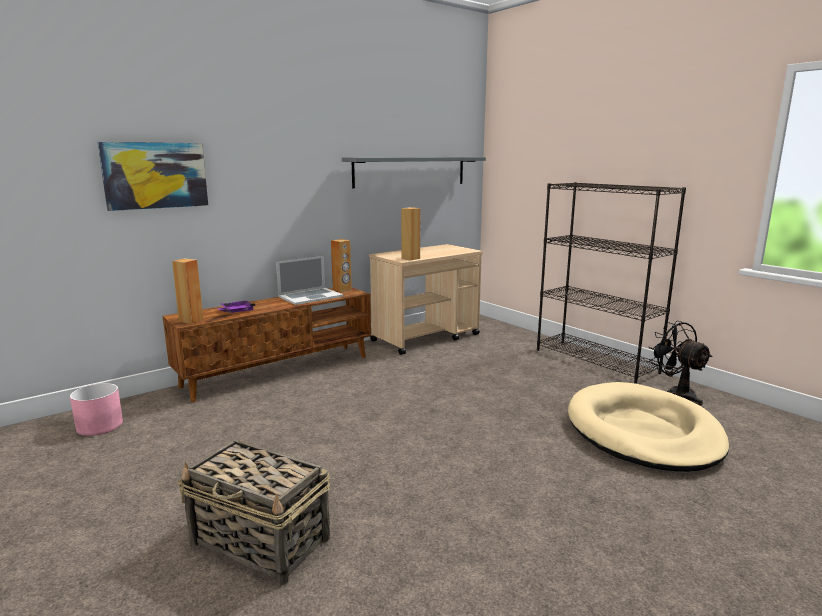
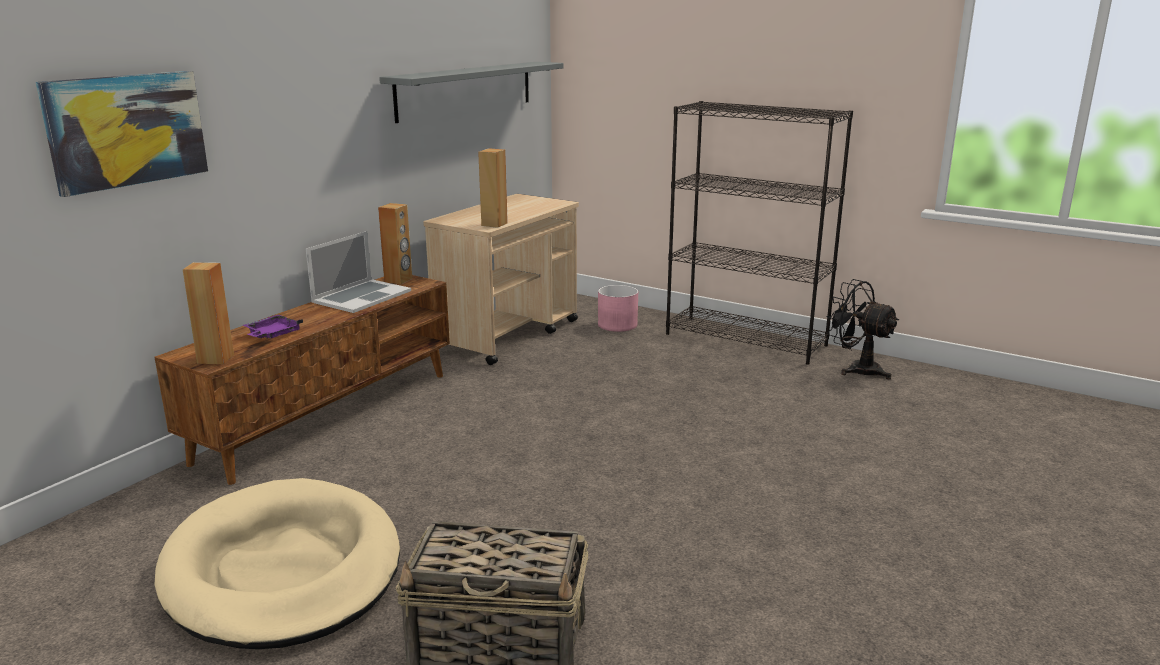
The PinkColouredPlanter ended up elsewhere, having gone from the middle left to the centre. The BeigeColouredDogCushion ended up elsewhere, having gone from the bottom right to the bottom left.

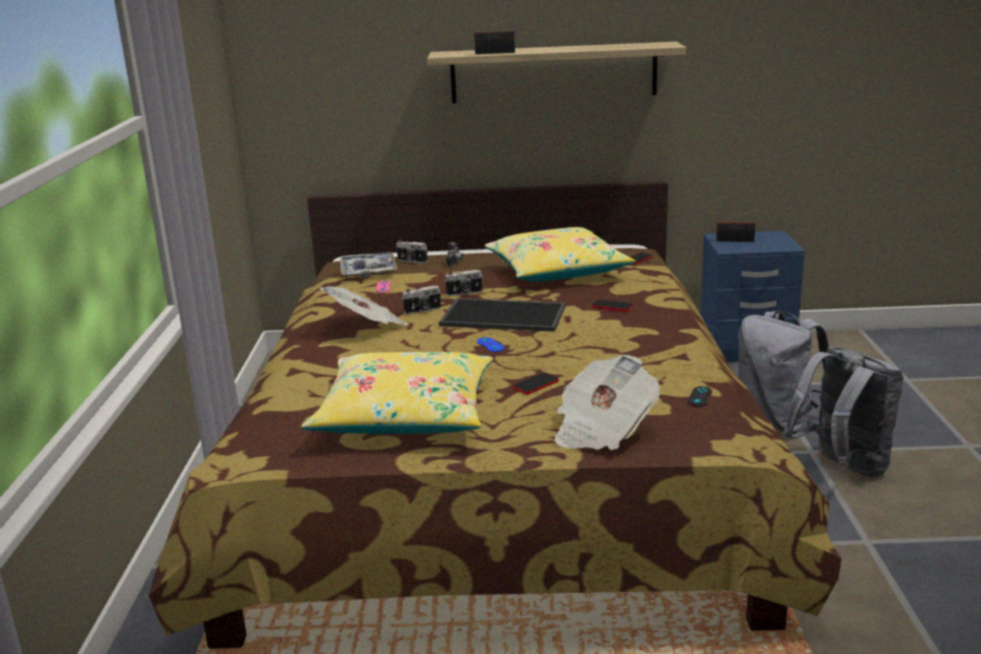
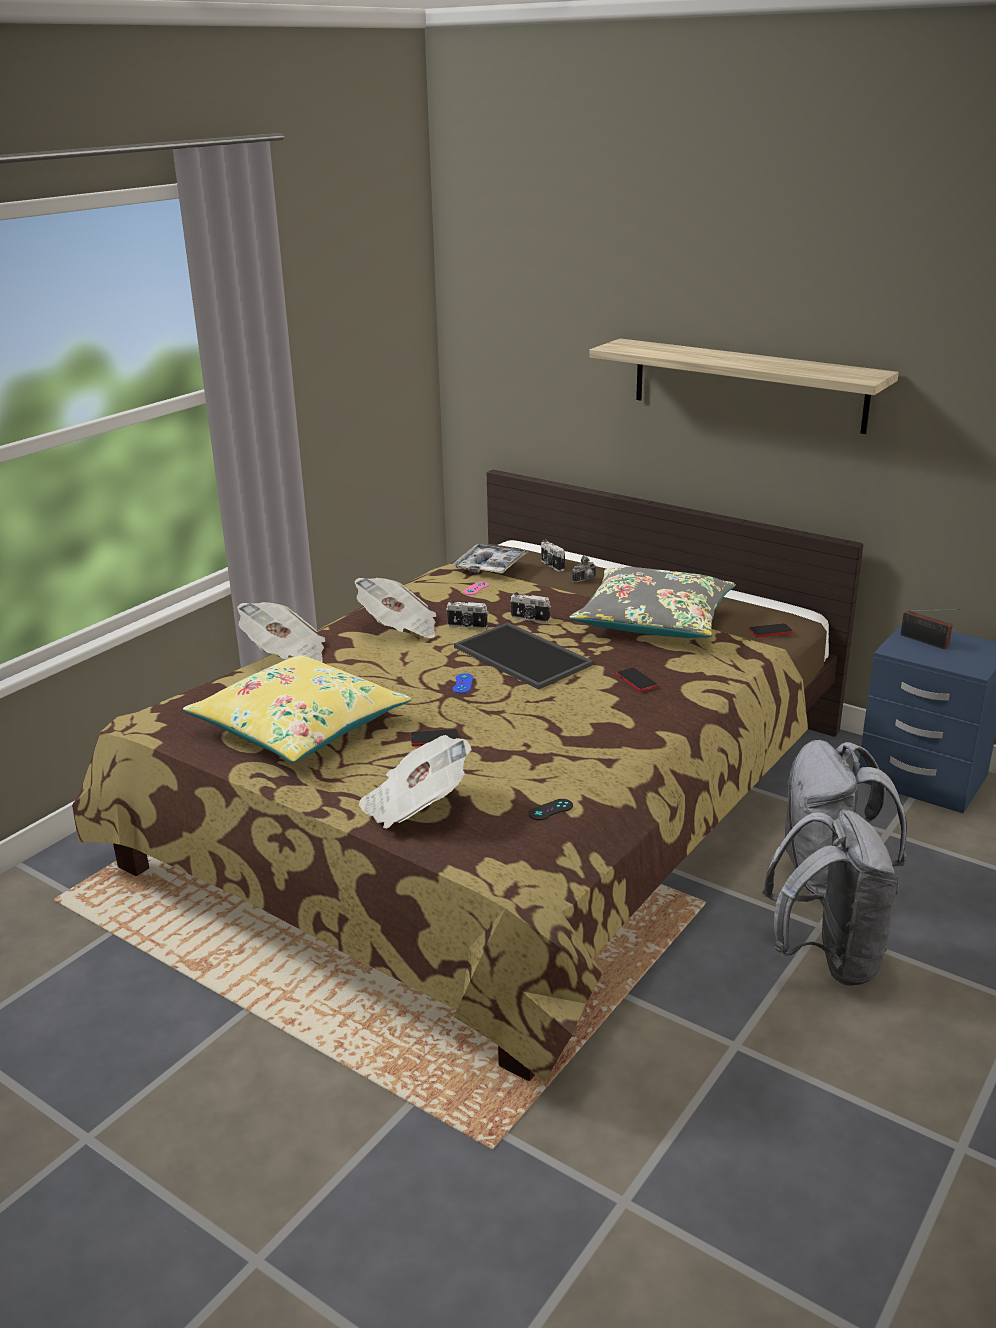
The second view lost the RadioSet (no. 1 from left) at the top centre. What was the YellowPillow (no. 2 from left) at the centre turned into the GrayPillow at the centre. The second view gained the Newspaper (no. 1 from left) at the middle left.

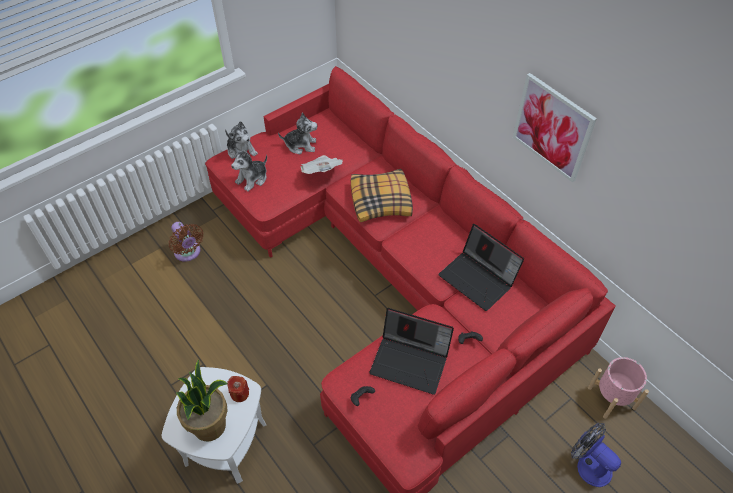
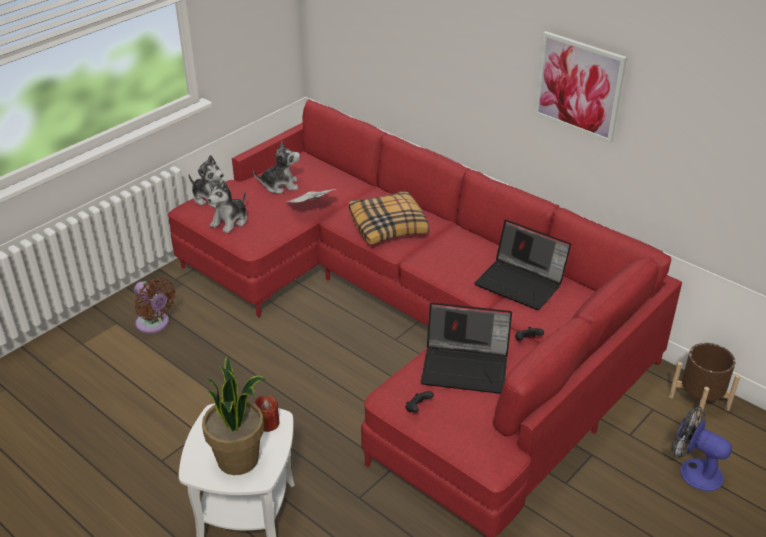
What was the PinkColouredPlanter at the bottom right turned into the BrownColouredPlanter at the bottom right.

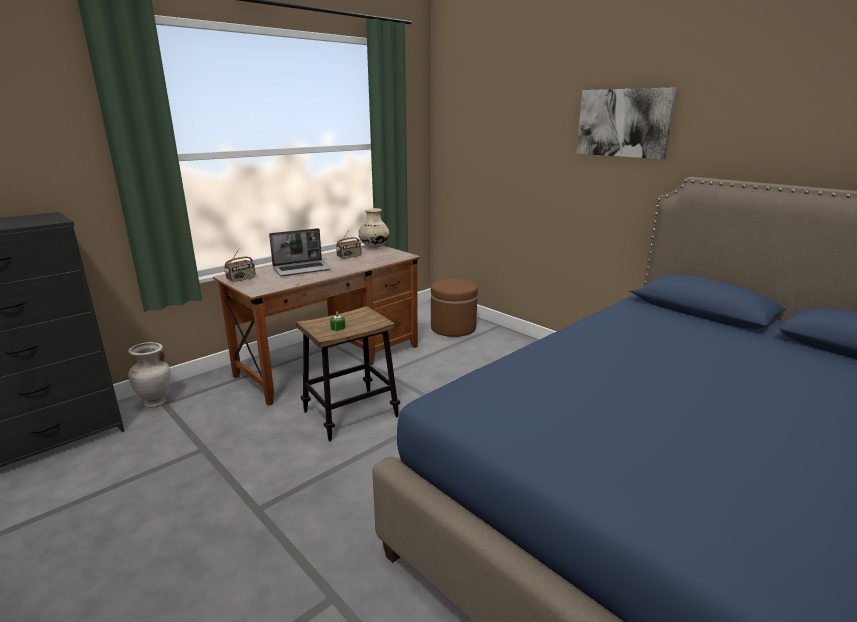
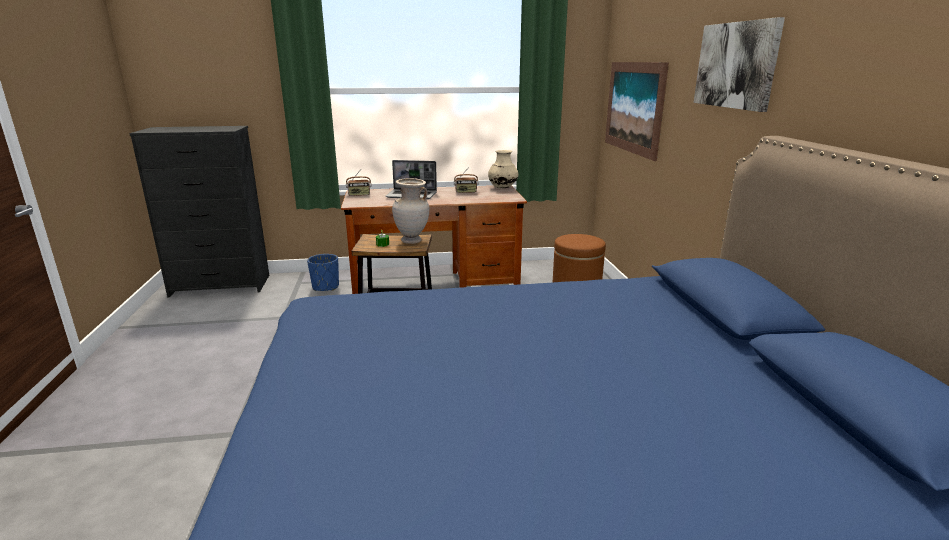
The BeigeColouredDecorativeVase (no. 1 from left) ended up elsewhere, having gone from the middle left to the centre. The second view gained the BluePlanter at the centre. The second view gained the WallArt (no. 1 from left) at the top right.

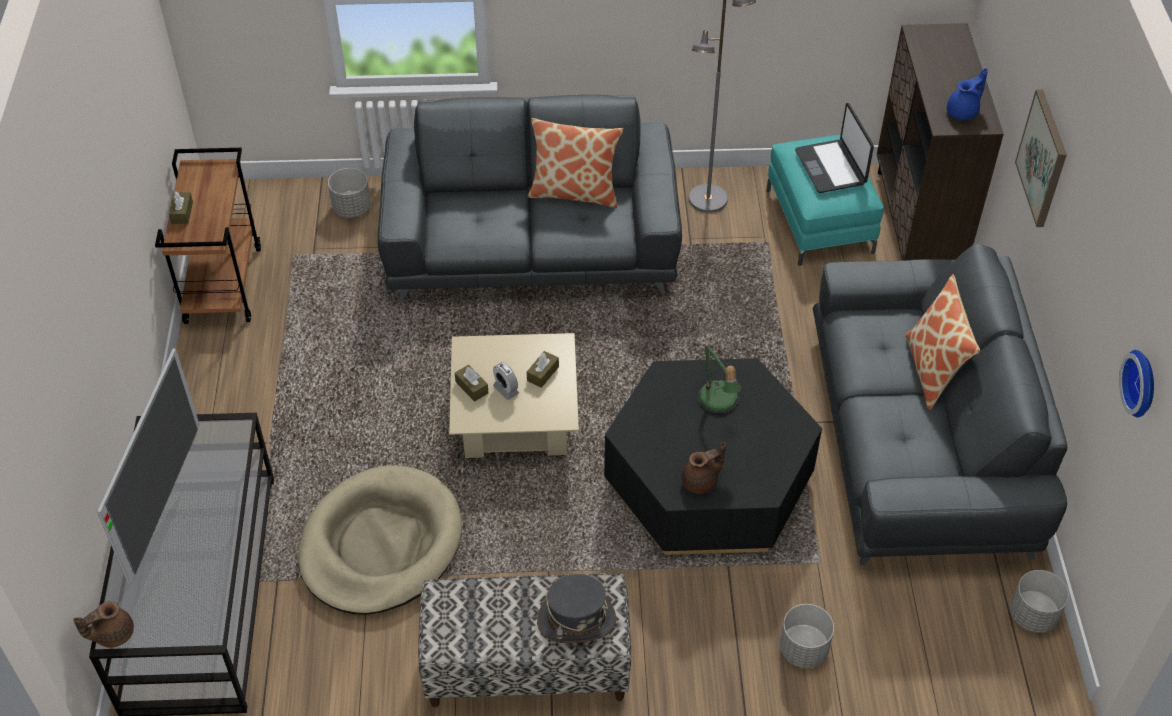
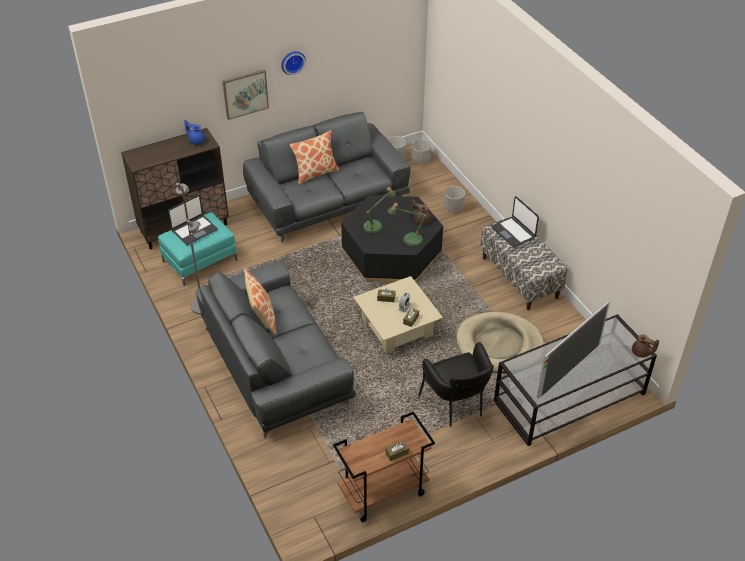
The Tv at the middle left ended up facing another way, 150 degrees clockwise from before. The GrayPlanter (no. 1 from left in the first image) ended up elsewhere, having gone from the top left to the top centre. Where the GrayHat stood at the bottom centre, the Laptop (no. 2 from left) came to stand at the middle right. The WallClock ended up elsewhere, having gone from the middle right to the top centre. The second view gained the TabletopLamp (no. 2 from left) at the centre. The second view gained the BlackLoungeChair at the bottom centre.

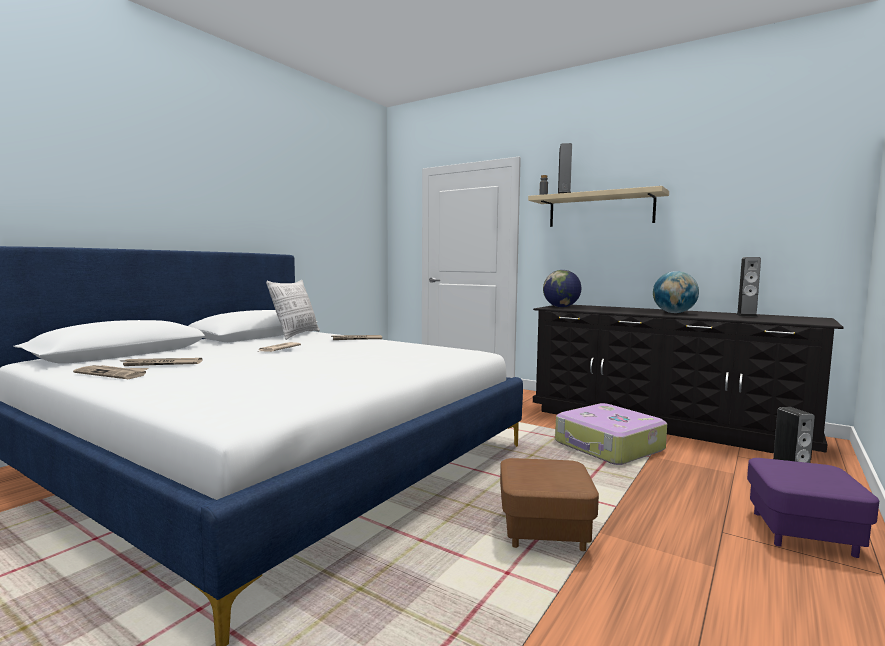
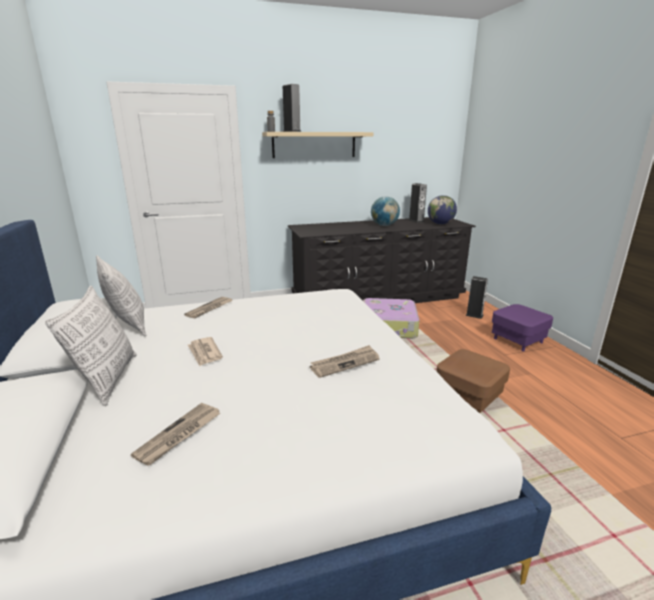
The Newspaper (no. 1 from left in the first image) ended up elsewhere, having gone from the middle left to the centre. The Globe (no. 1 from left in the first image) ended up elsewhere, having gone from the centre to the middle right. The second view gained the Pillow (no. 1 from left) at the middle left.

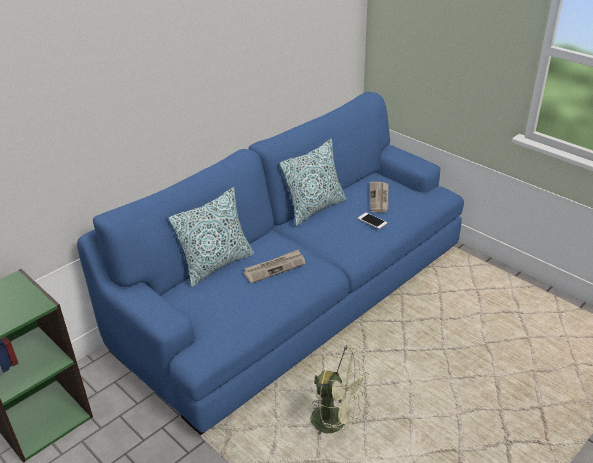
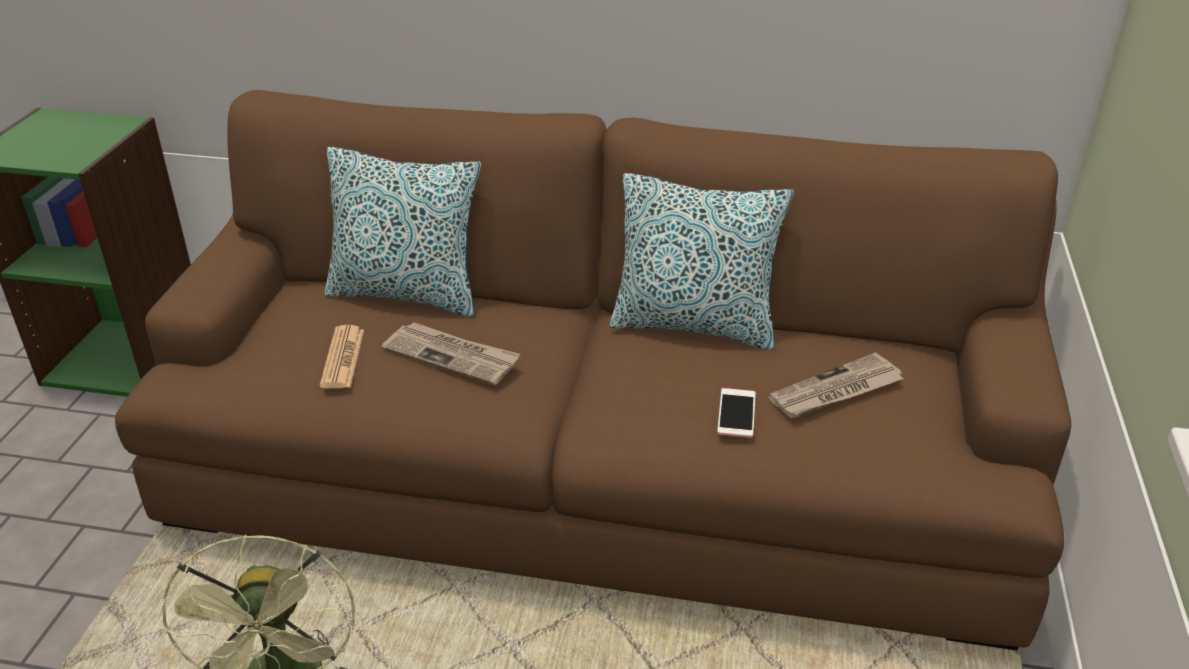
What was the BlueCouch at the centre turned into the BrownColouredCouch at the centre. The second view gained the Newspaper (no. 1 from left) at the middle left.

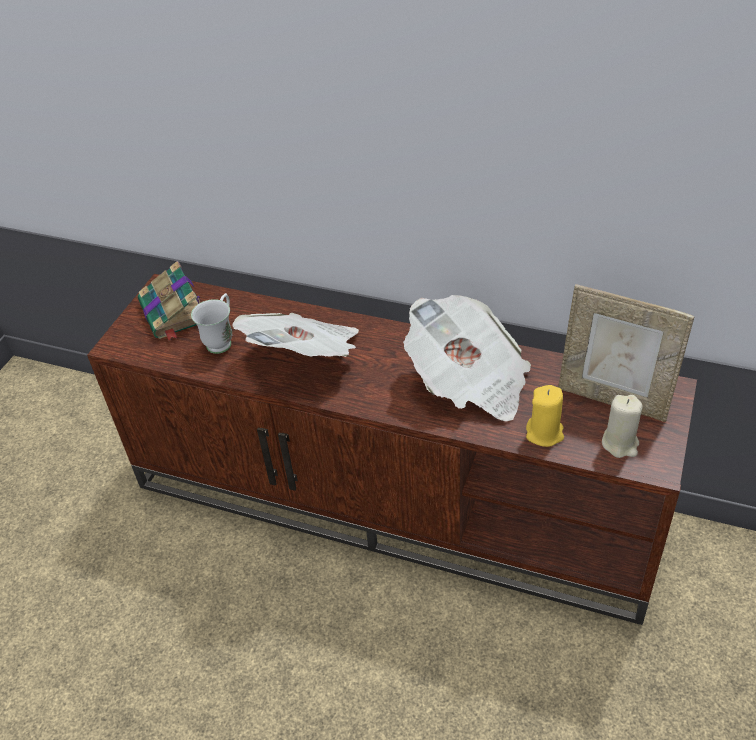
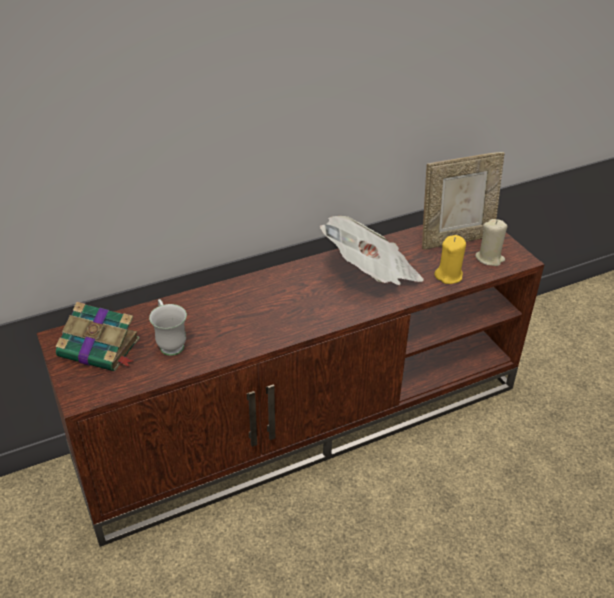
The second view lost the Newspaper (no. 1 from left) at the centre.

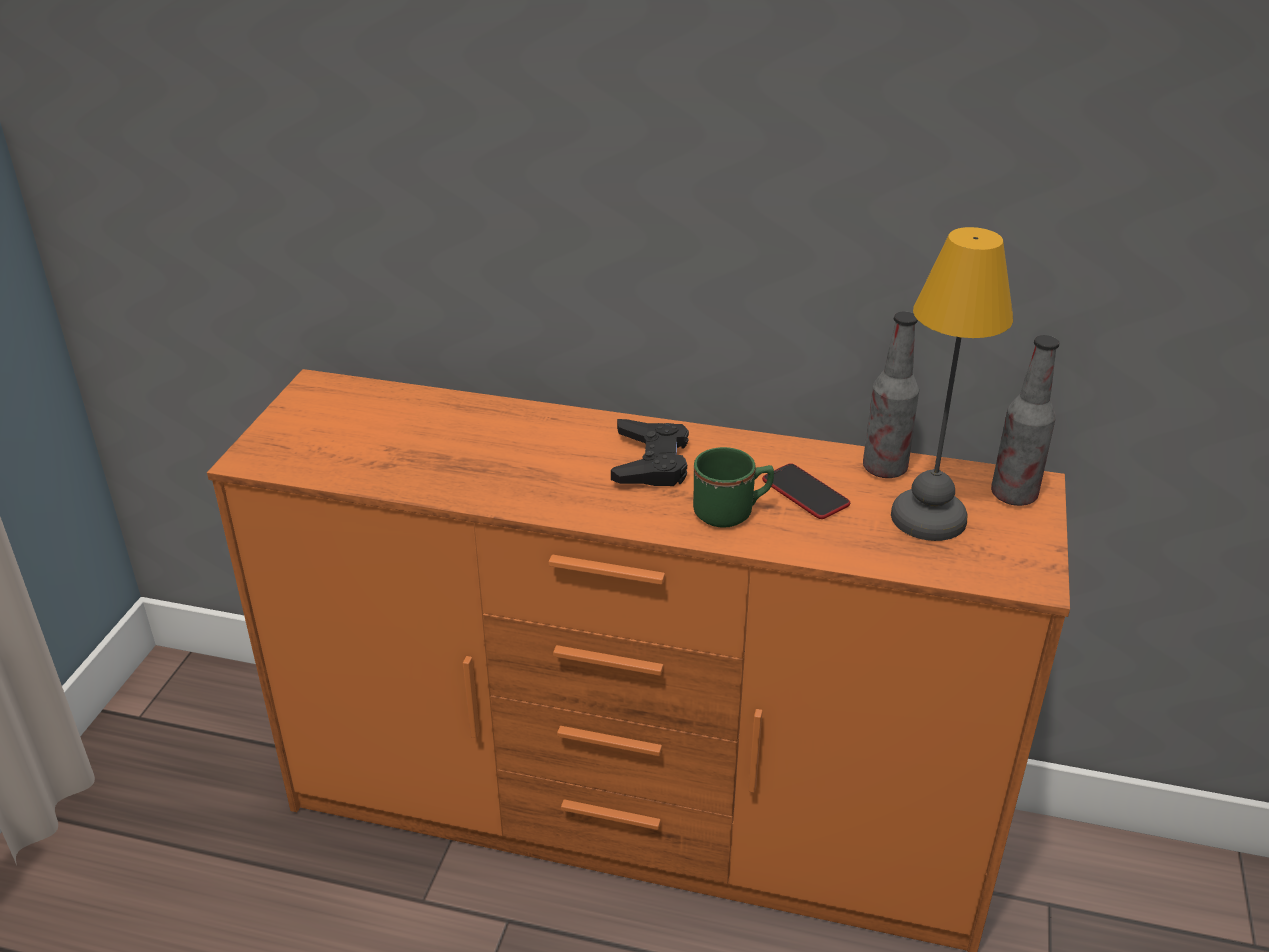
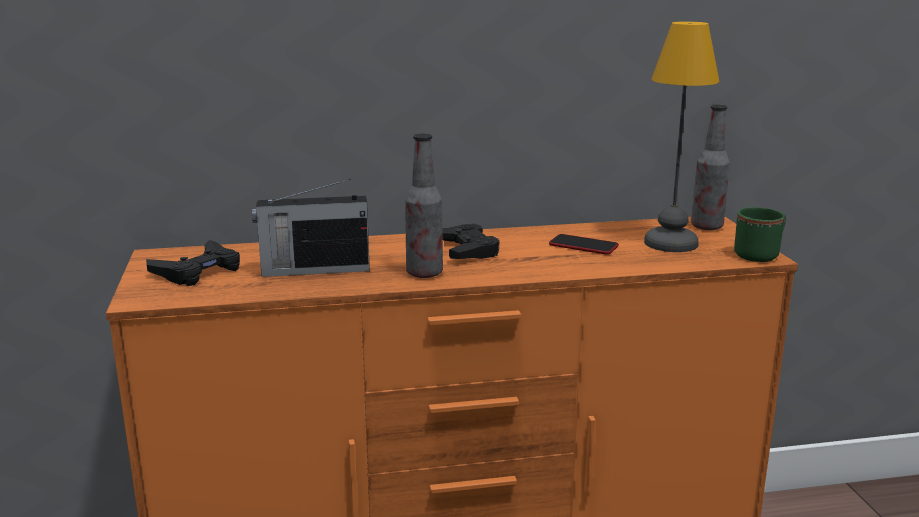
The GreenColouredCoffeeMug ended up elsewhere, having gone from the centre to the middle right. The Bottle (no. 1 from left) ended up elsewhere, having gone from the middle right to the centre. The second view gained the BlackGameController (no. 1 from left) at the middle left. The second view gained the RadioSet at the centre.

